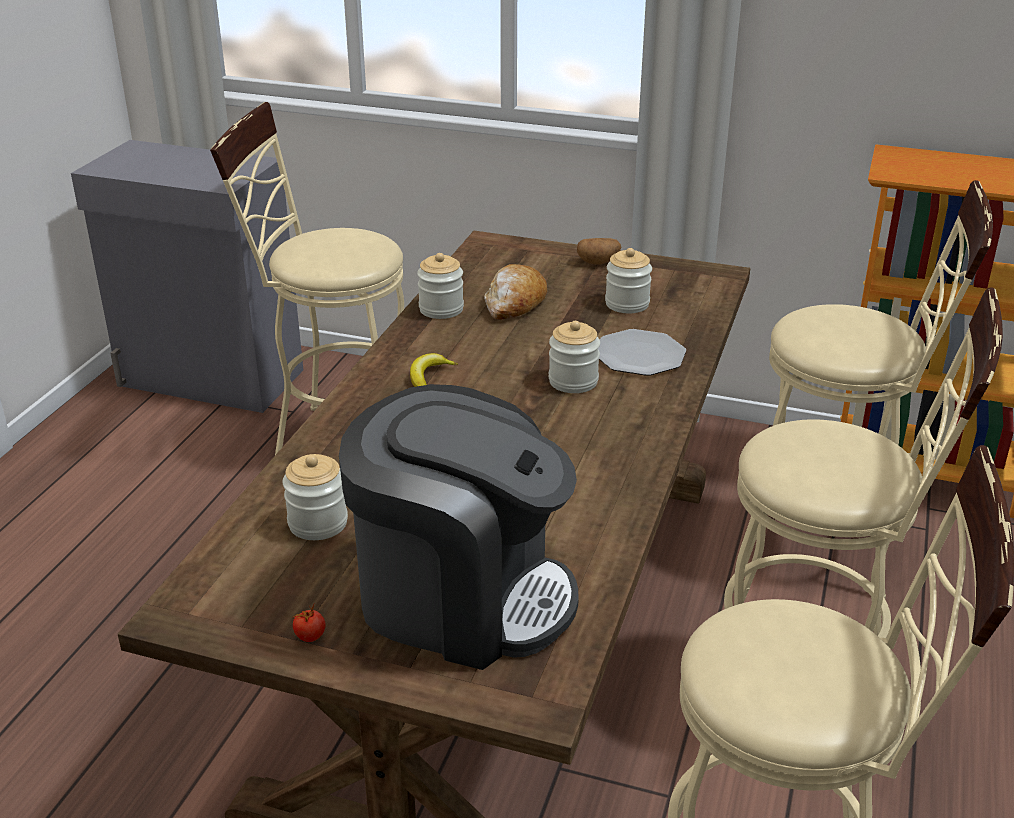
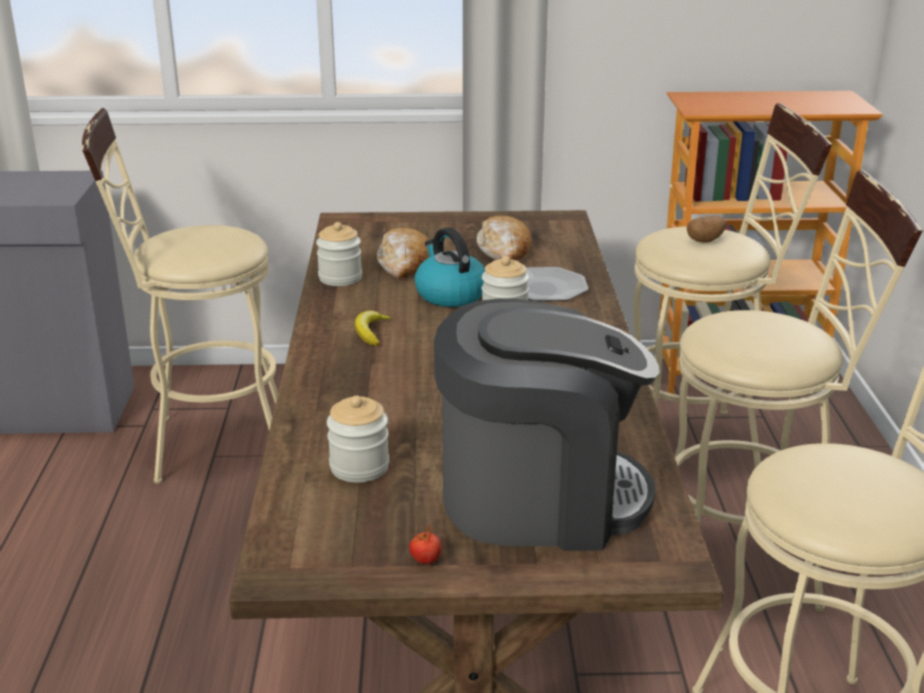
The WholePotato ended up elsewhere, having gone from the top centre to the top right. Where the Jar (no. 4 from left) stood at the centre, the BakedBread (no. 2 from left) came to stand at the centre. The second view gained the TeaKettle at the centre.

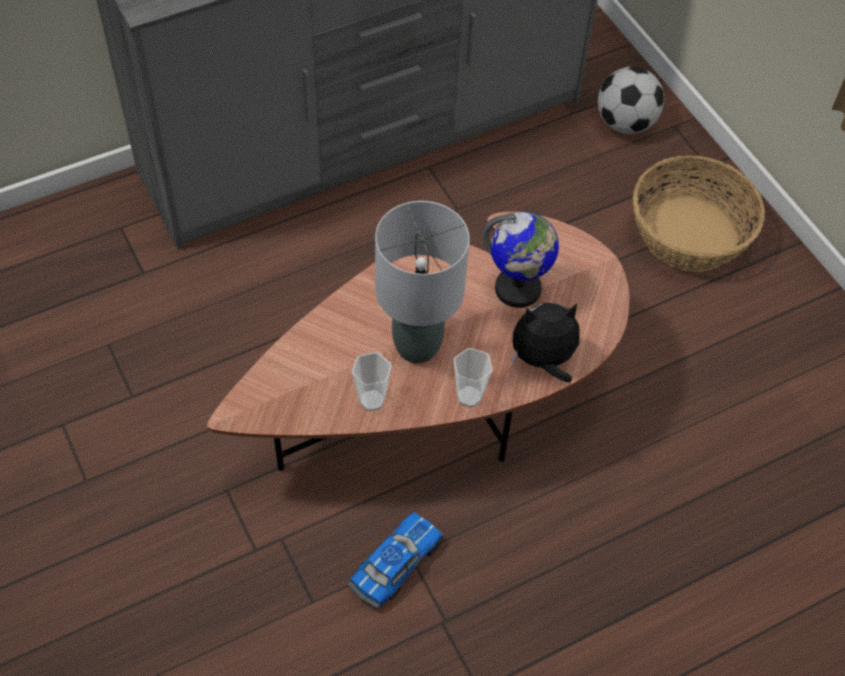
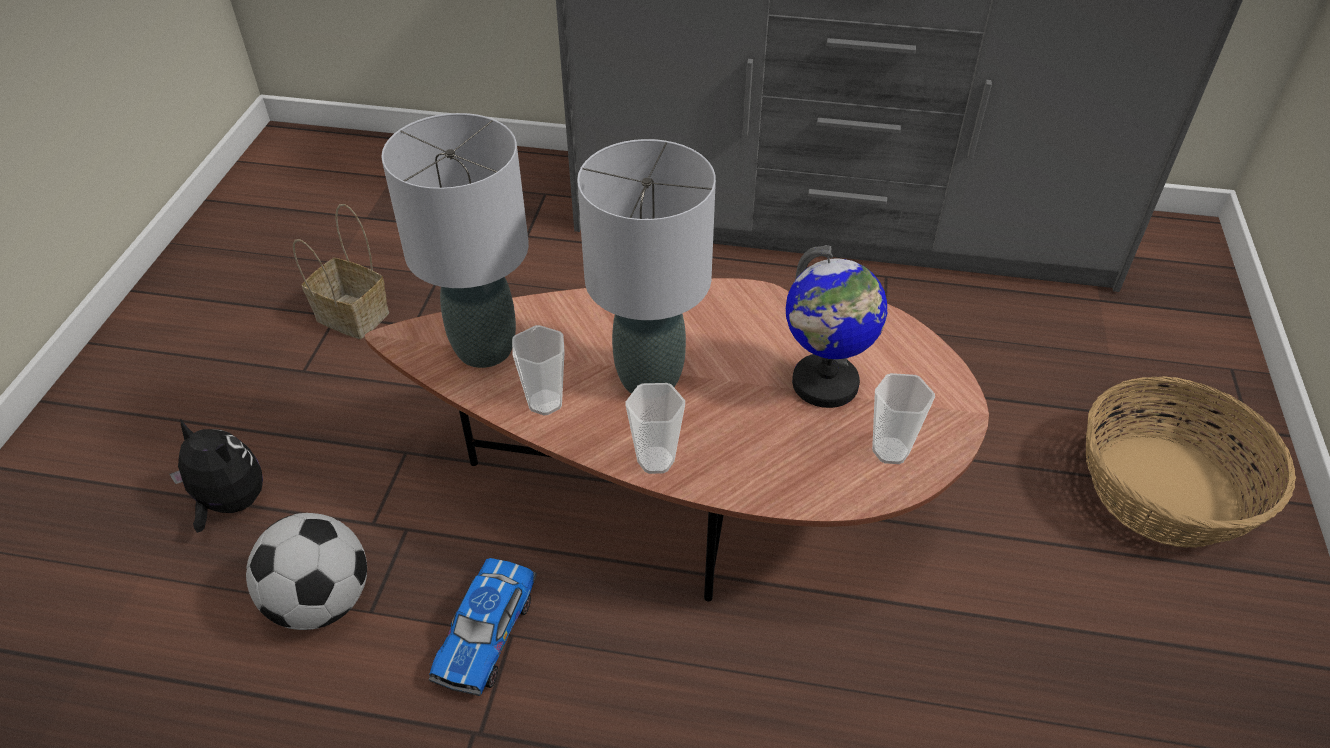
The ModelCar at the bottom centre ended up facing another way, 120 degrees clockwise from before. The SoftToy ended up elsewhere, having gone from the centre to the middle left. The Football ended up elsewhere, having gone from the top right to the bottom left. The second view gained the StorageBasket (no. 1 from left) at the middle left. The second view gained the GrayTabletopLamp (no. 1 from left) at the top centre. The second view gained the Cup (no. 3 from left) at the middle right.

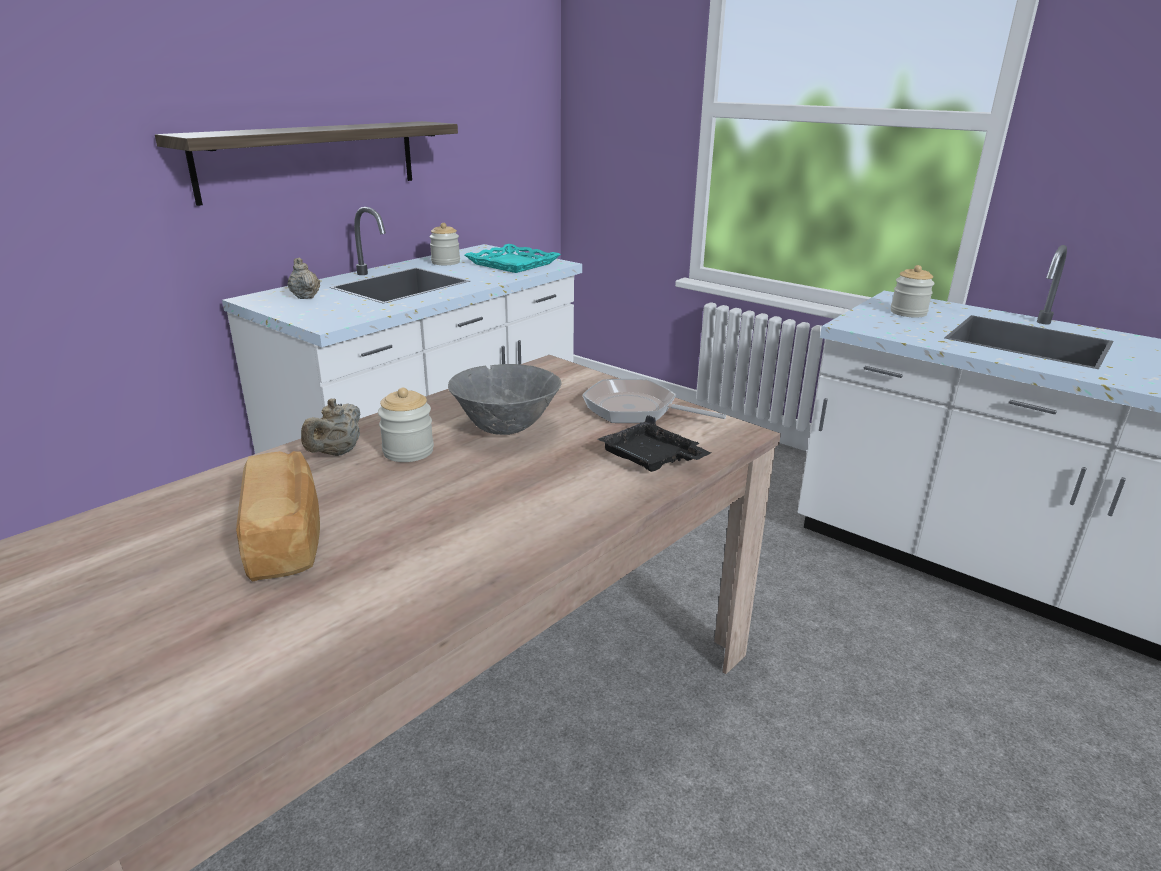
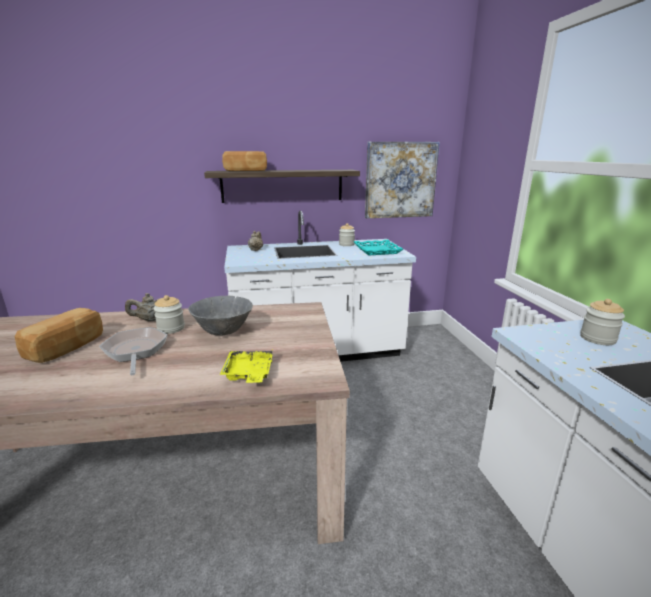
The FryingPan ended up elsewhere, having gone from the centre to the middle left. What was the BlackServingTray at the centre turned into the YellowServingTray at the centre. The second view gained the BakedBread (no. 2 from left) at the top centre. The second view gained the WallArt at the top centre.

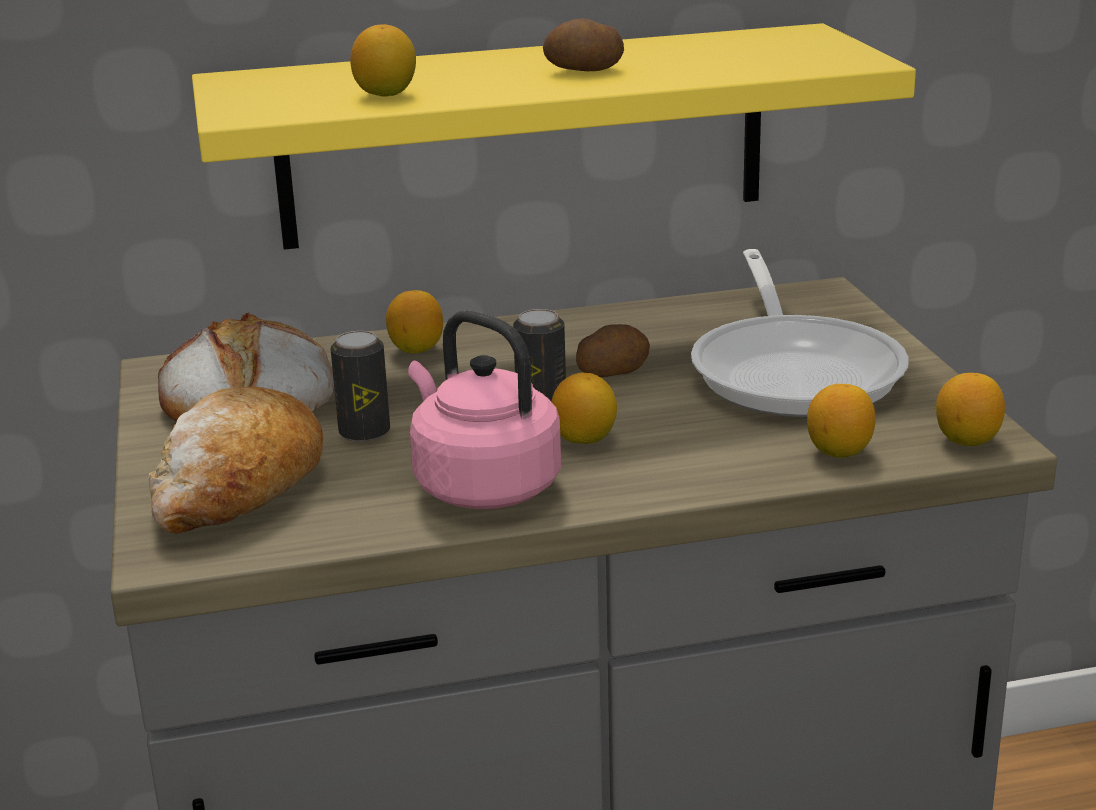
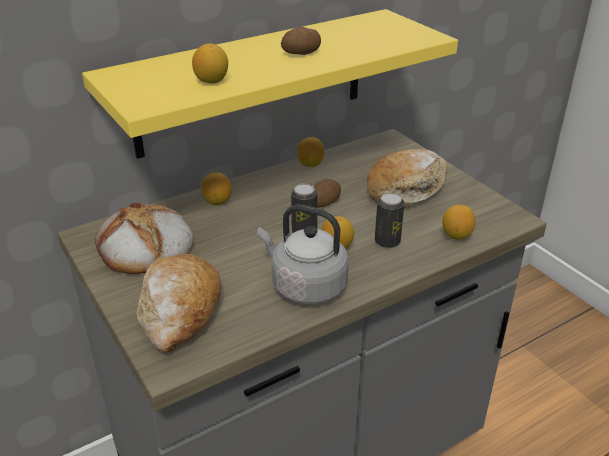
The Can (no. 1 from left in the first image) ended up elsewhere, having gone from the middle left to the centre. What was the PinkColouredTeaKettle at the centre turned into the GrayTeaKettle at the centre. Where the FryingPan stood at the middle right, the BakedBread (no. 3 from left) came to stand at the middle right. The WholeLemon (no. 5 from left in the first image) ended up elsewhere, having gone from the middle right to the centre.

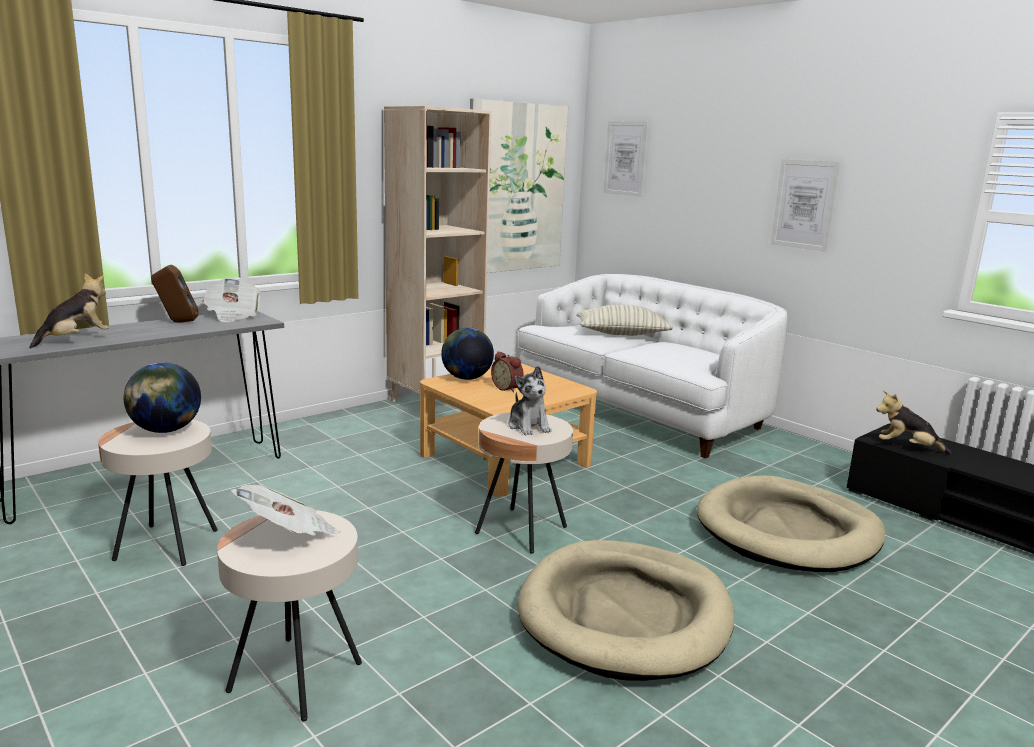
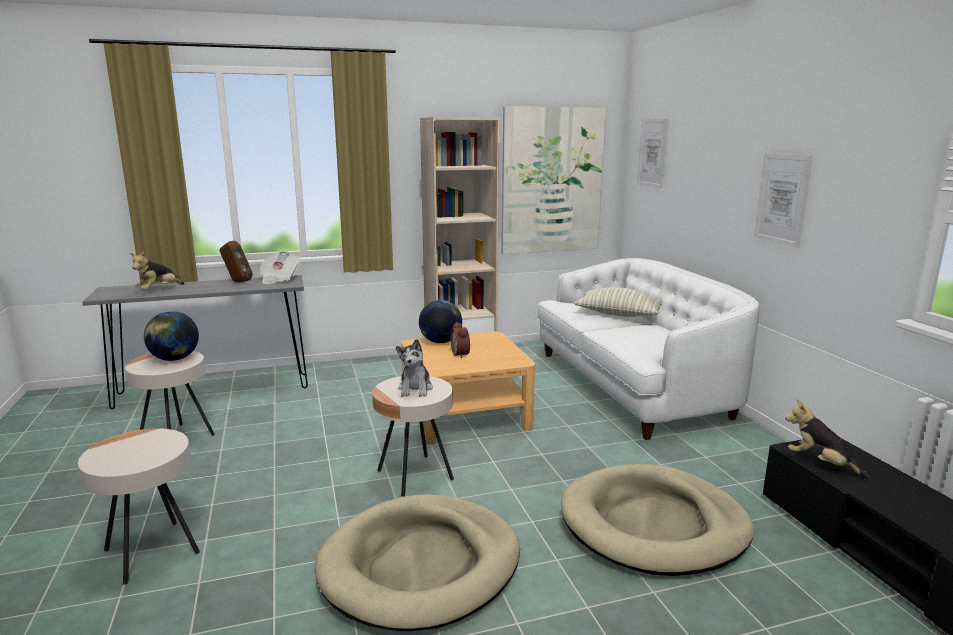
The SoftToy (no. 1 from left) at the middle left ended up facing another way, 150 degrees clockwise from before. The second view lost the Newspaper (no. 2 from left) at the bottom left.

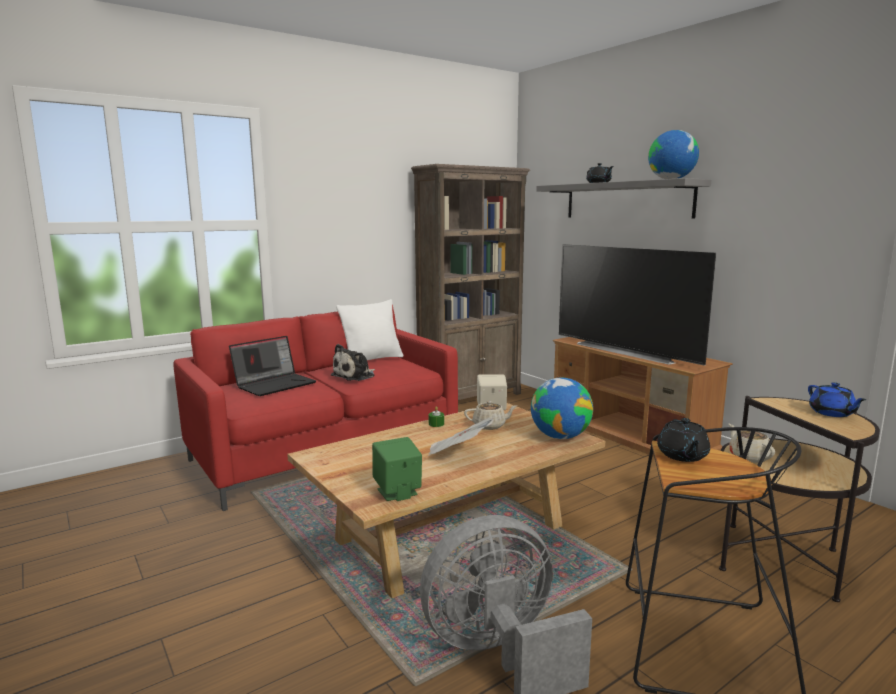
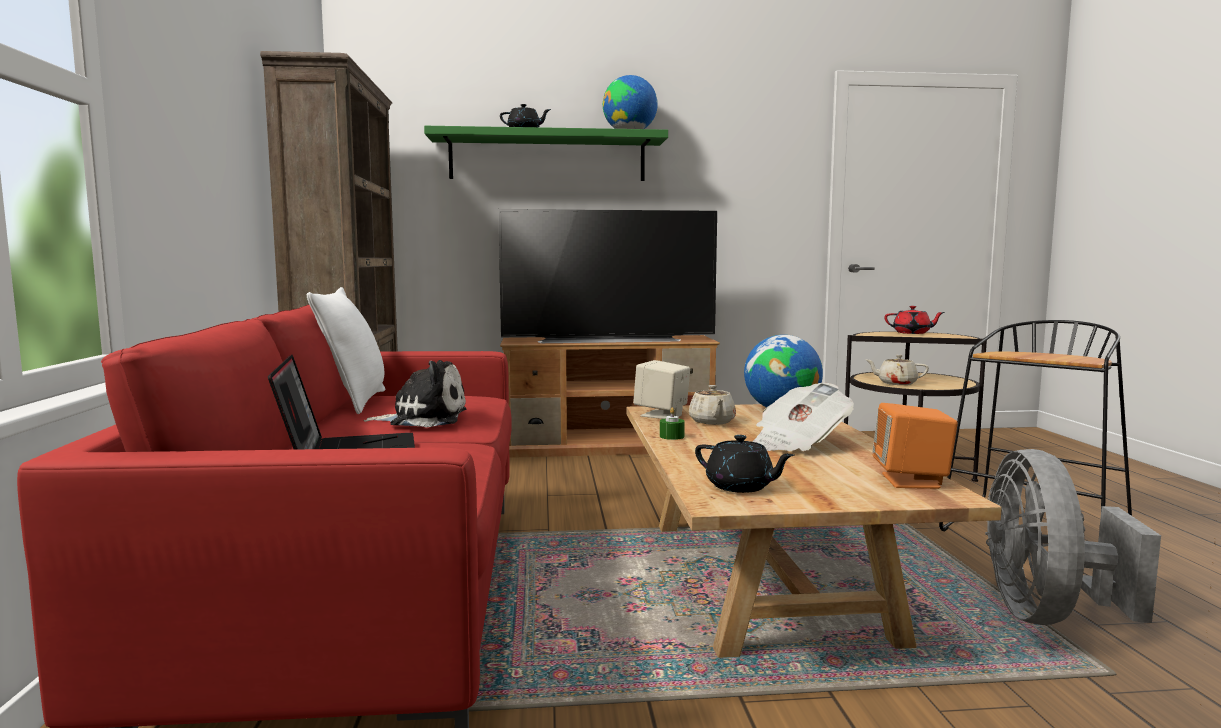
The SoftToy at the centre ended up facing another way, 75 degrees counterclockwise from before. What was the GreenColouredSpeaker at the bottom centre turned into the OrangeySpeaker at the middle right. The BeigeColouredTeapot (no. 1 from left) at the centre ended up facing another way, 150 degrees clockwise from before. What was the GrayWallShelf at the top right turned into the GreenColouredWallShelf at the top centre. The BlackTeapot (no. 2 from left) ended up elsewhere, having gone from the middle right to the centre. What was the BlueTeapot at the middle right turned into the RedColouredTeapot at the middle right.

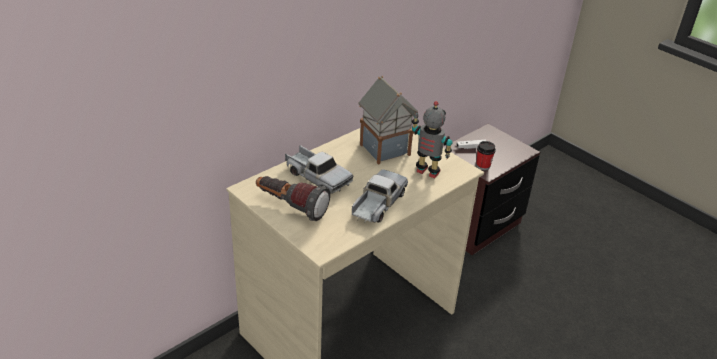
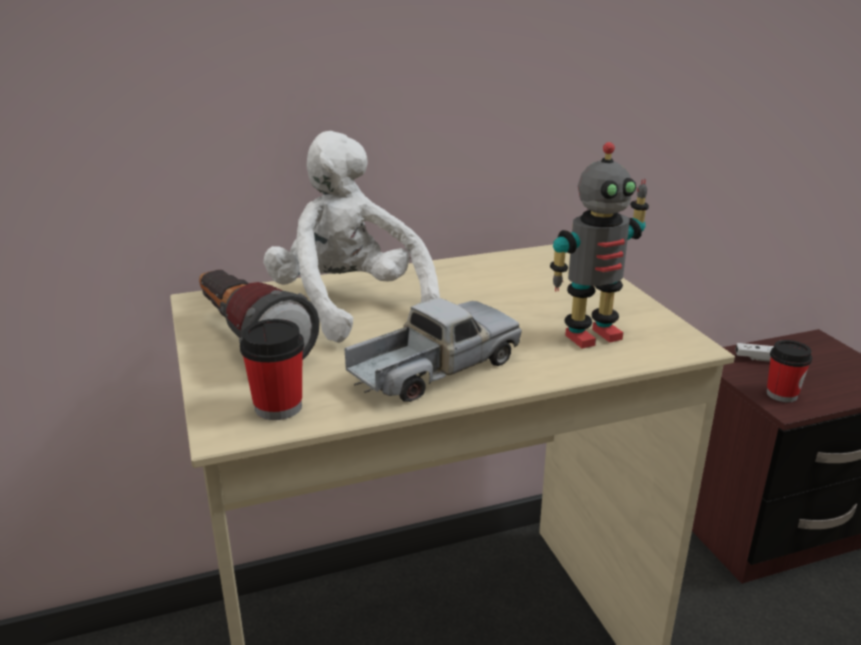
Where the ToyTruck (no. 1 from left) stood at the centre, the WhiteSoftToy came to stand at the centre. The second view lost the ToyHouse at the centre. The RobotFigure at the centre ended up facing another way, 105 degrees clockwise from before. The second view gained the Cup (no. 1 from left) at the middle left.

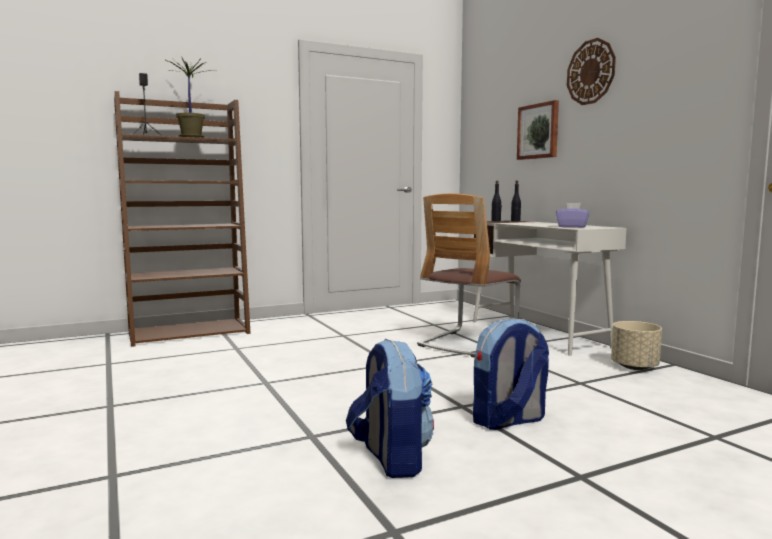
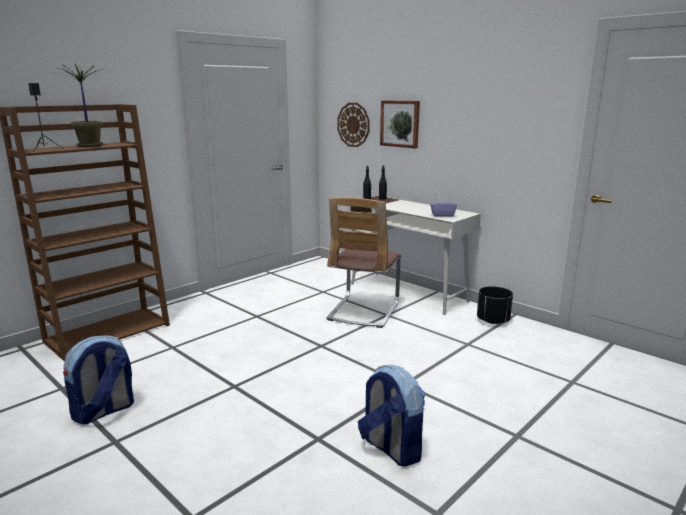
The Rucksack (no. 2 from left in the first image) ended up elsewhere, having gone from the bottom centre to the bottom left. The WallClock ended up elsewhere, having gone from the top right to the top centre. What was the BeigeColouredPlanter at the middle right turned into the BlackPlanter at the middle right.

